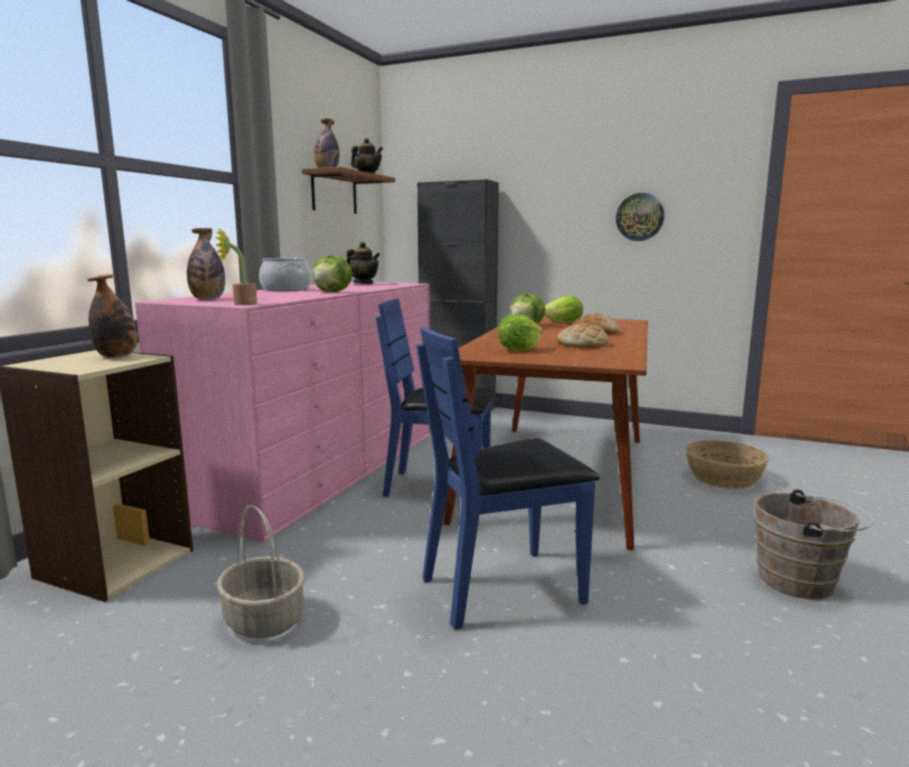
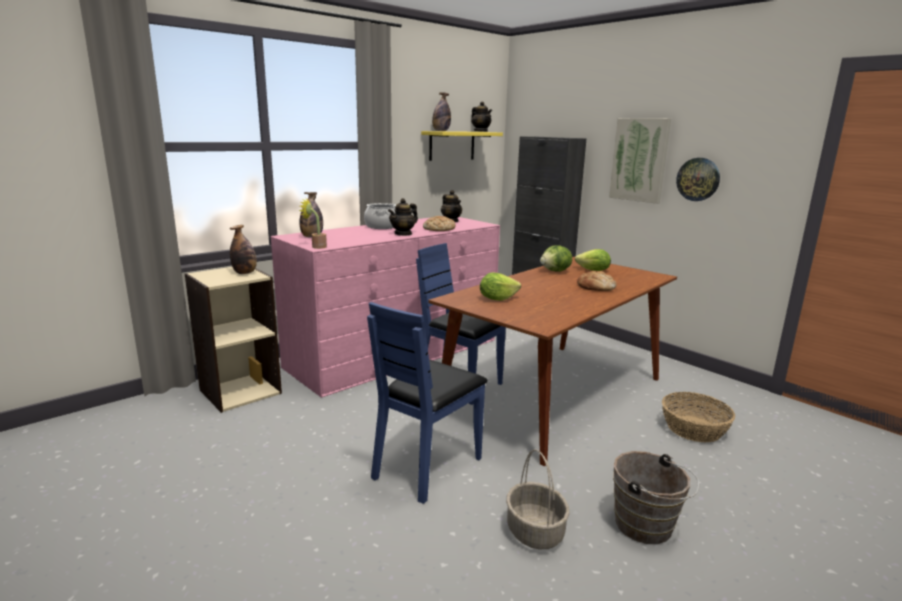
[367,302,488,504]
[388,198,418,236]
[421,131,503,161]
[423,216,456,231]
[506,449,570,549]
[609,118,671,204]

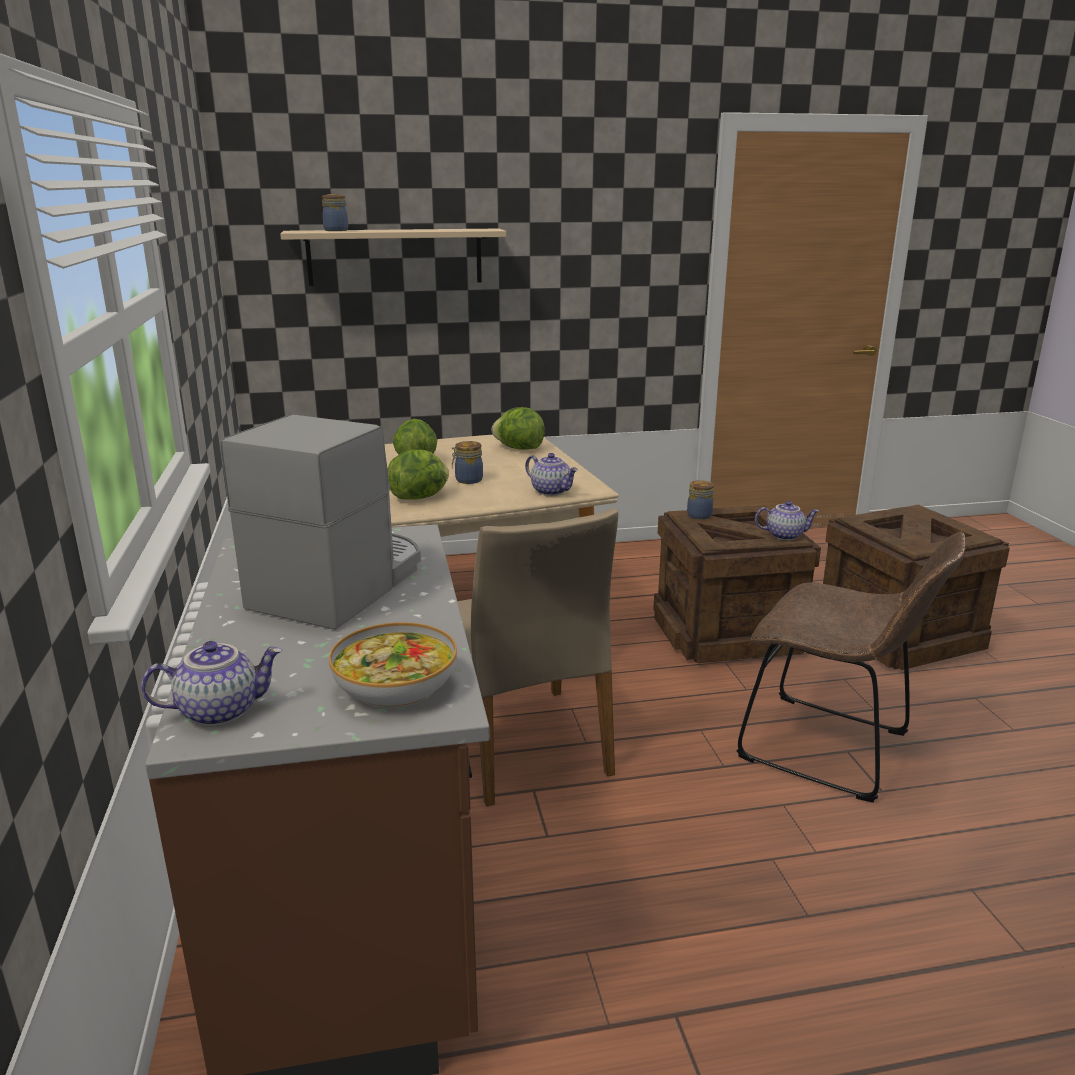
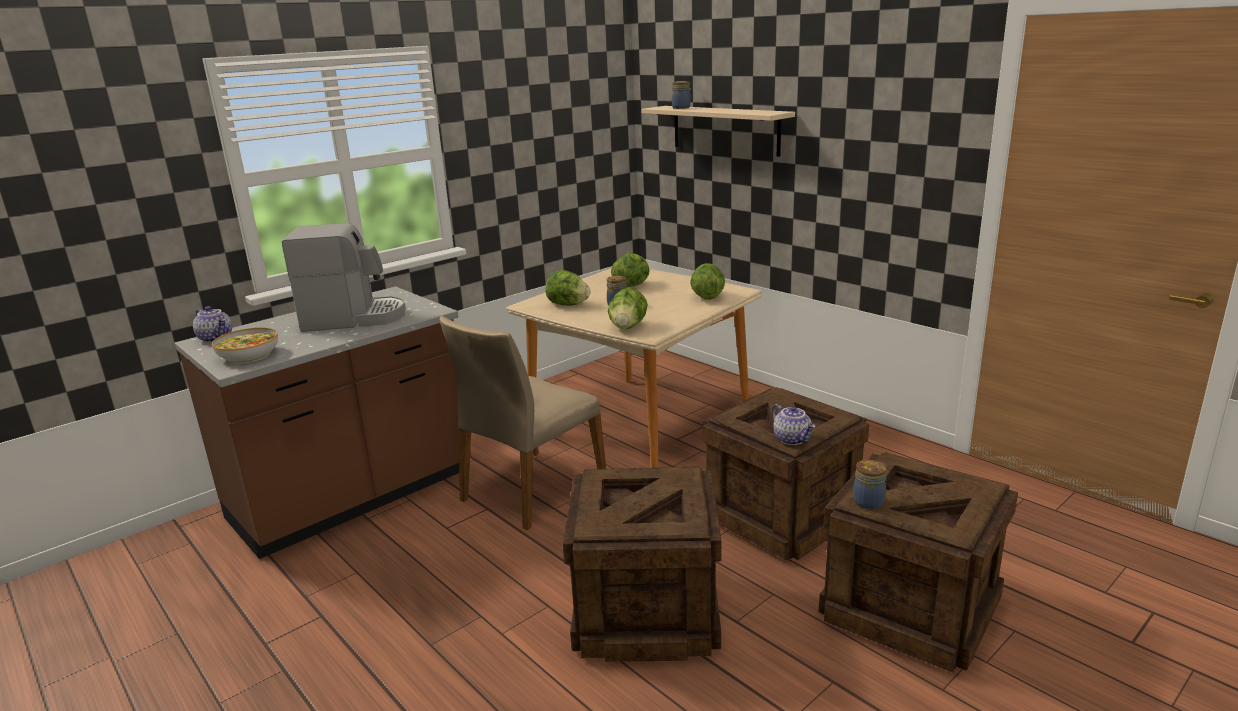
[563,466,721,662]
[608,288,648,330]
[853,460,887,510]

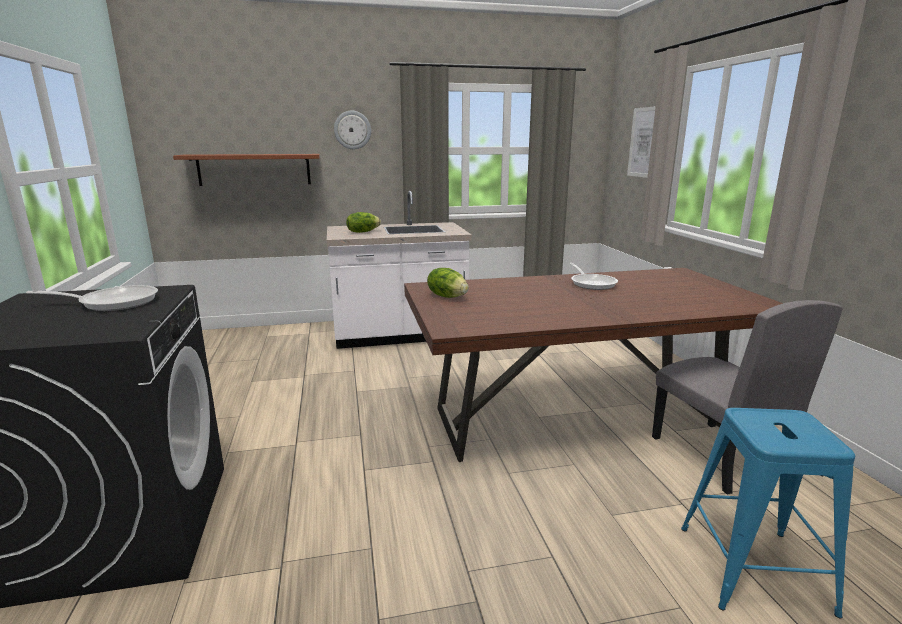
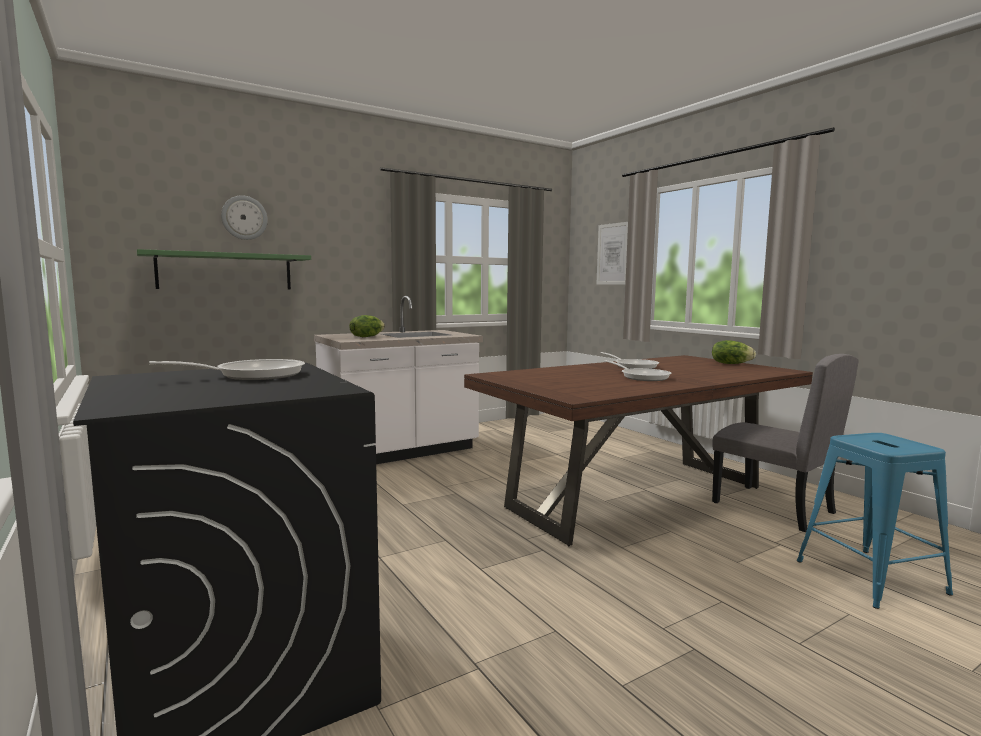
[137,249,311,289]
[221,195,268,240]
[605,360,671,381]
[712,340,756,364]

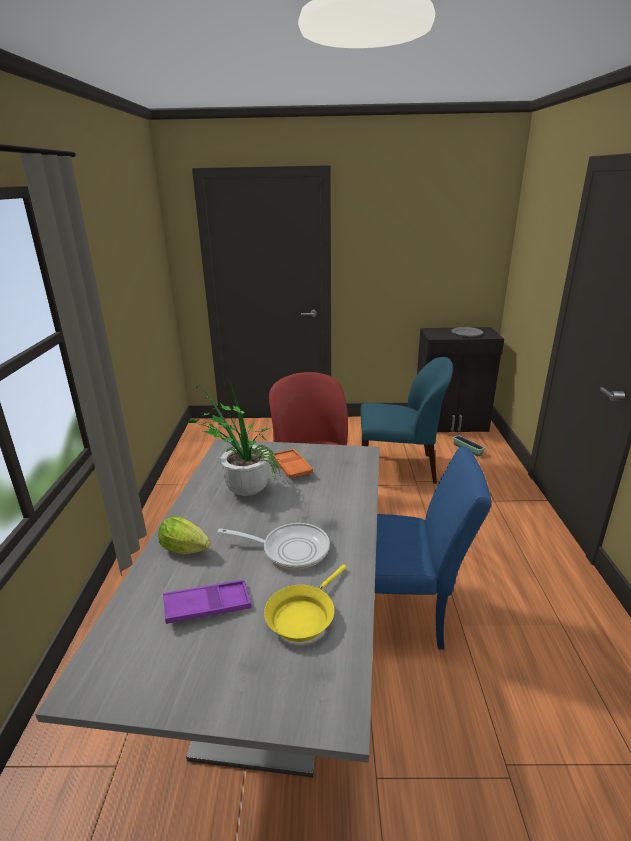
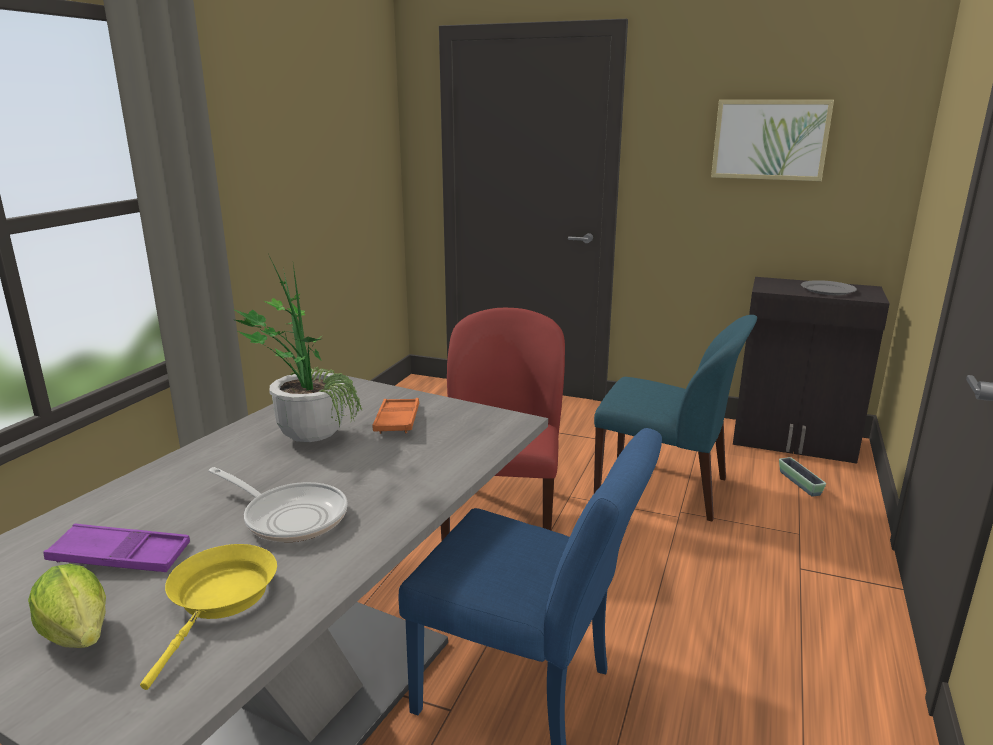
[28,564,106,648]
[140,544,277,690]
[711,100,834,181]

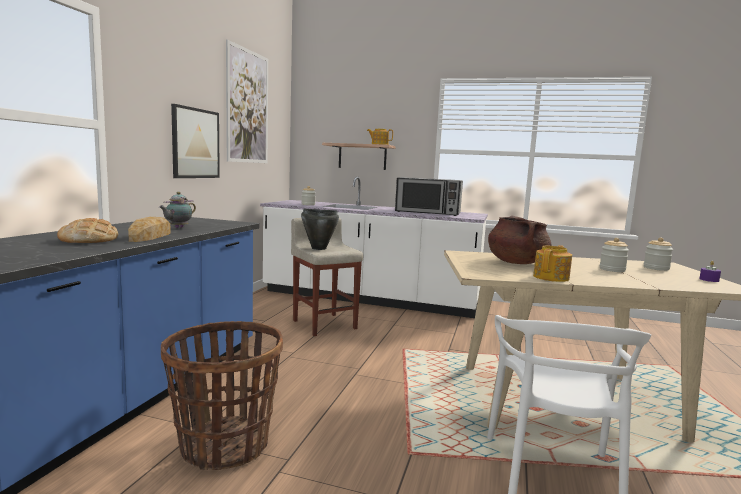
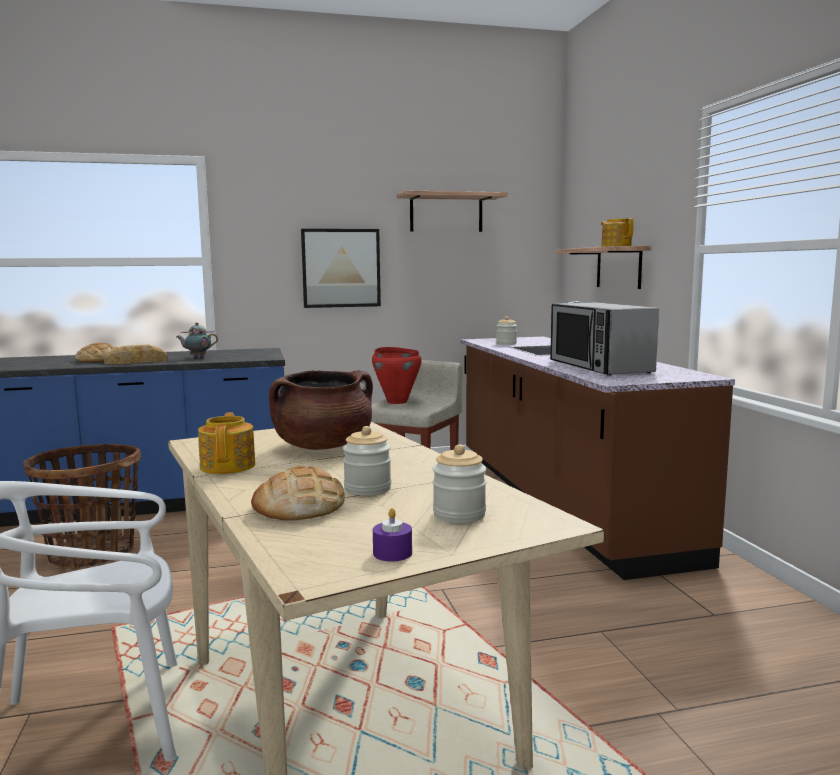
[198,412,255,474]
[251,466,345,521]
[372,347,422,404]
[397,190,508,232]
[461,301,735,580]

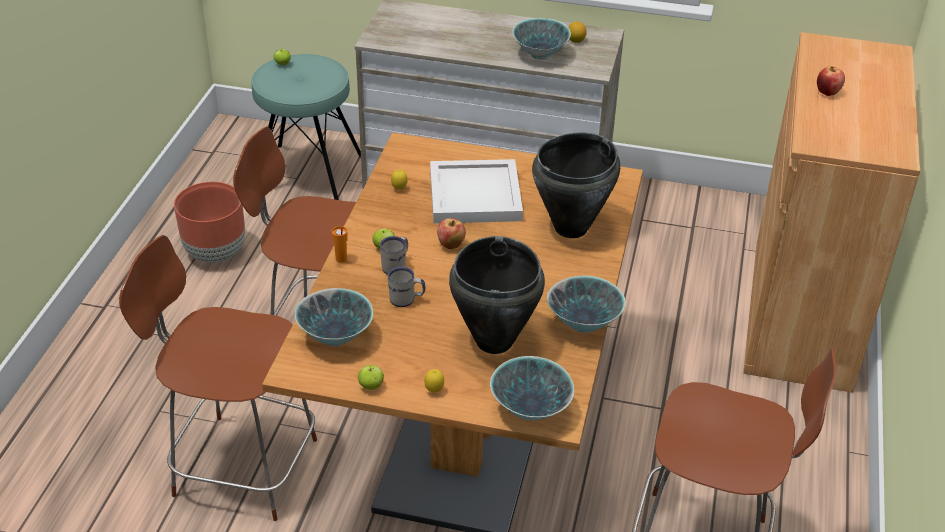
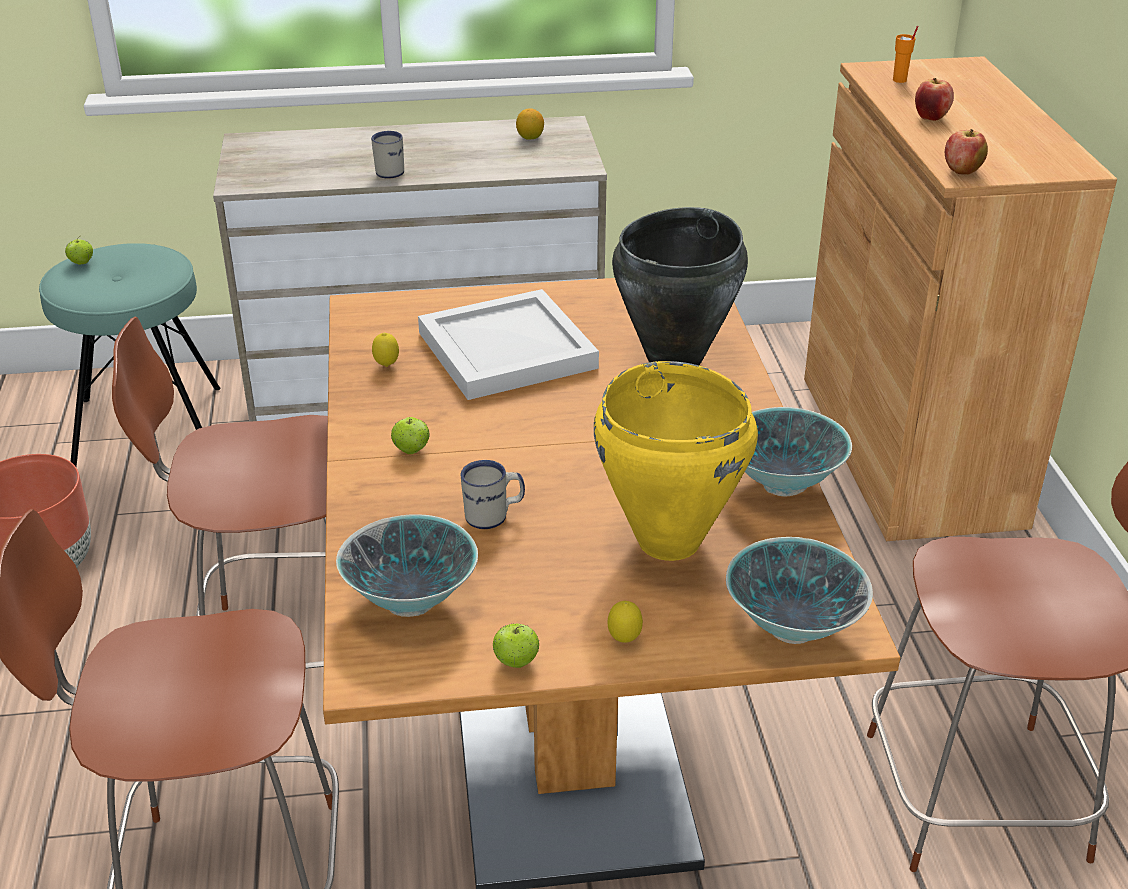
[371,131,404,179]
[594,361,758,561]
[893,26,918,83]
[945,129,988,175]
[512,18,571,60] (first image)

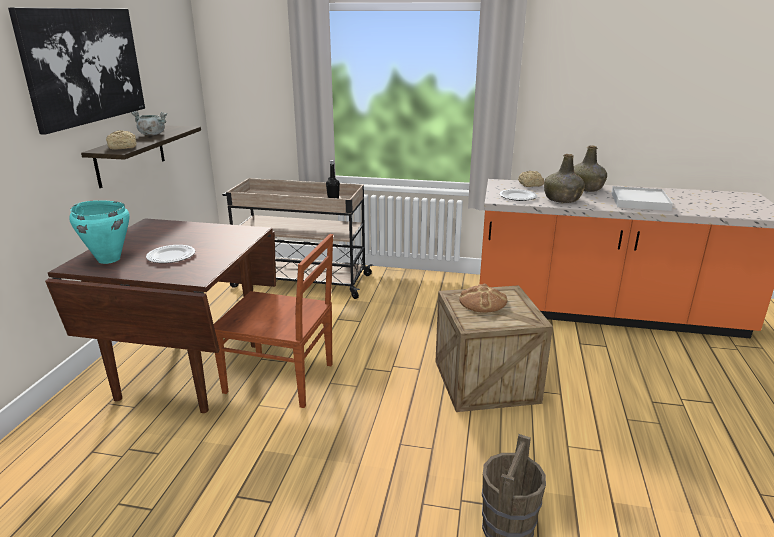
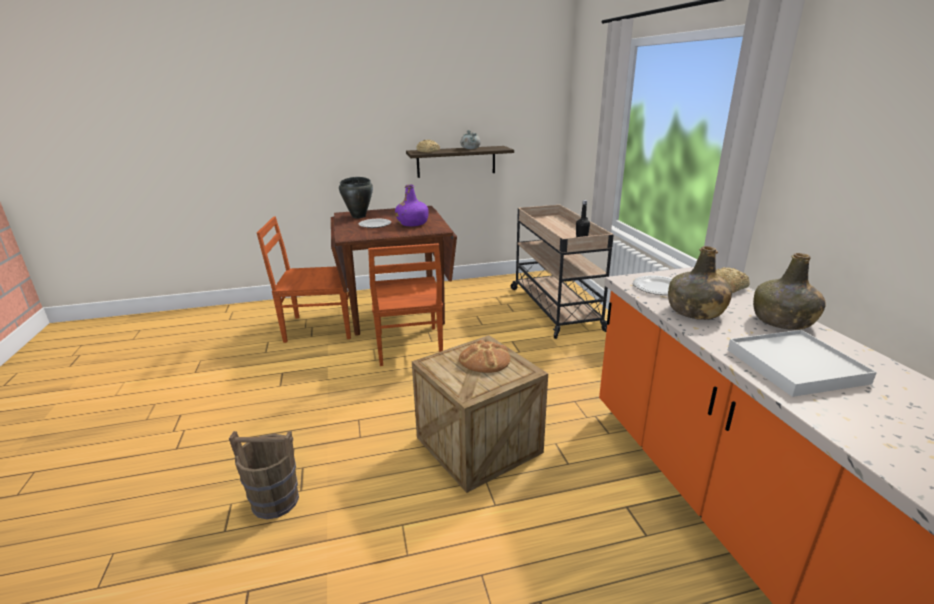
[257,216,351,343]
[339,177,373,218]
[395,184,429,226]
[8,7,145,135] (first image)

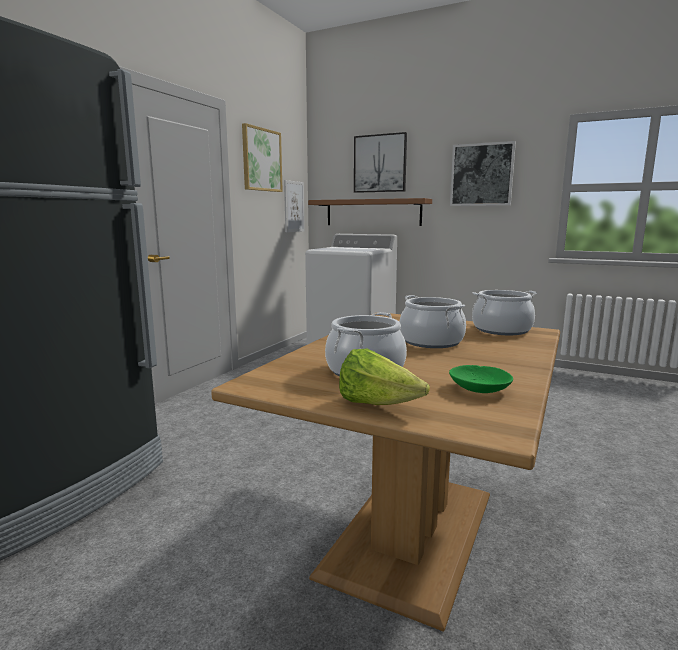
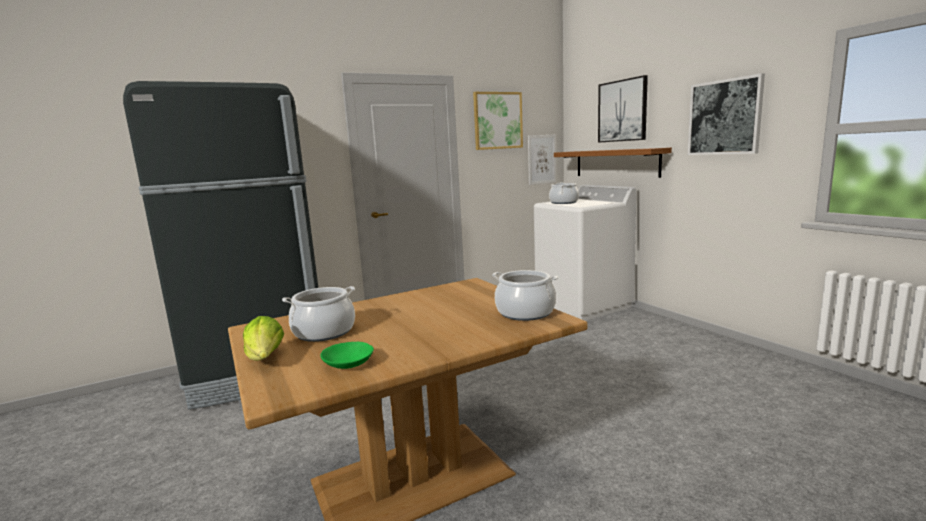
[549,183,579,204]

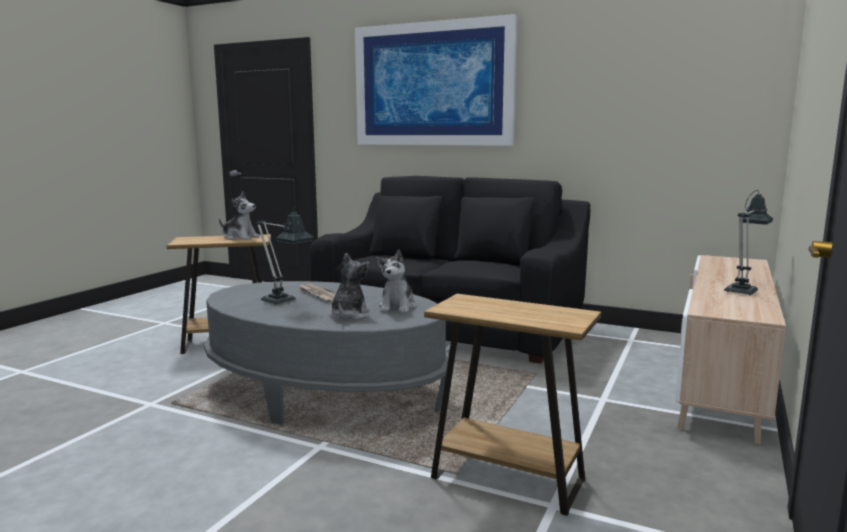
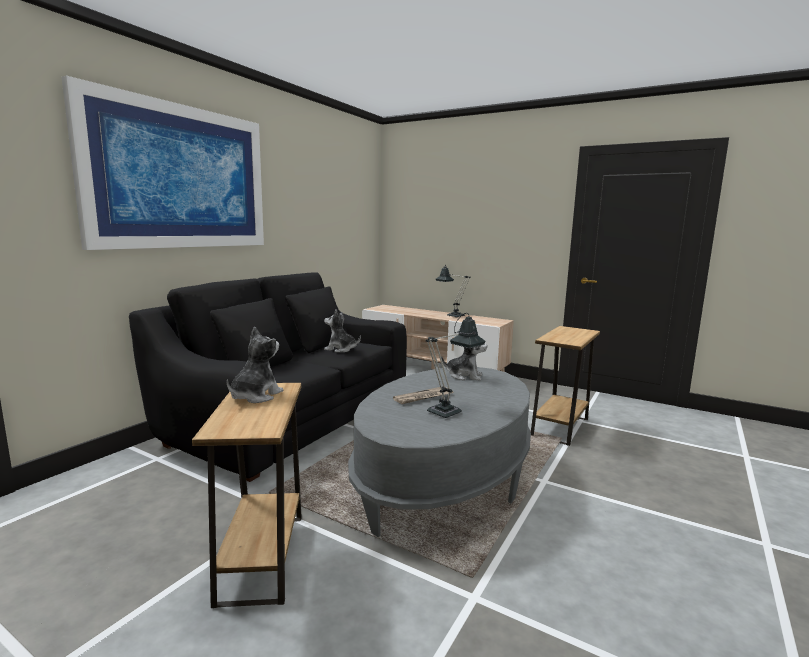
[324,309,361,352]

